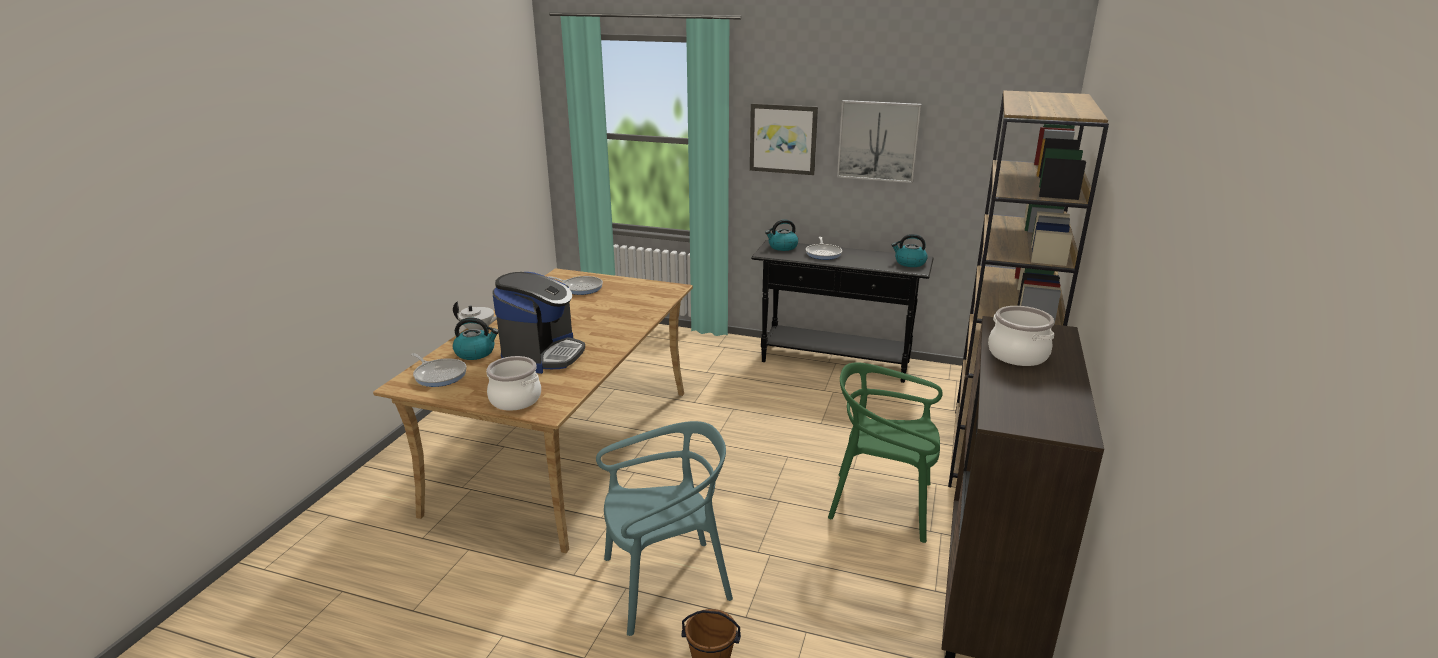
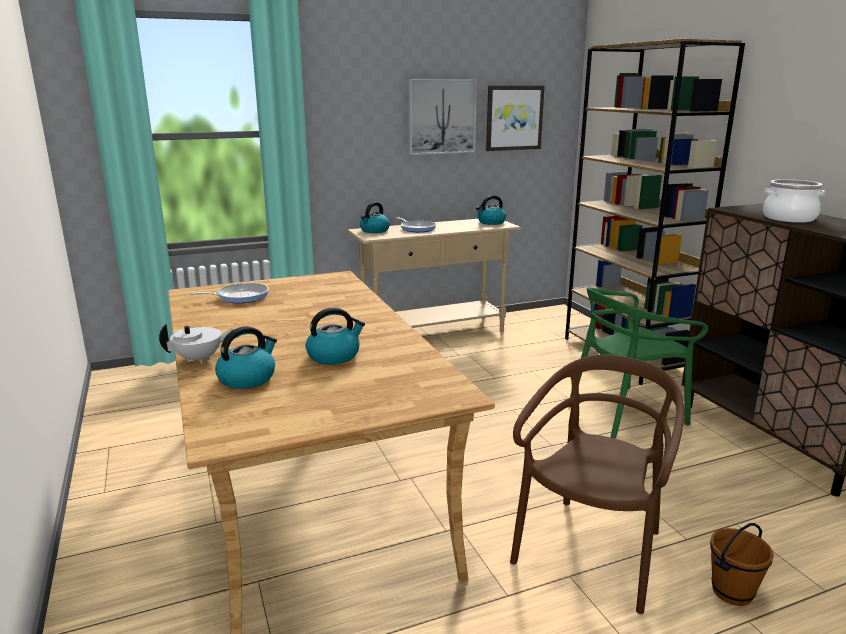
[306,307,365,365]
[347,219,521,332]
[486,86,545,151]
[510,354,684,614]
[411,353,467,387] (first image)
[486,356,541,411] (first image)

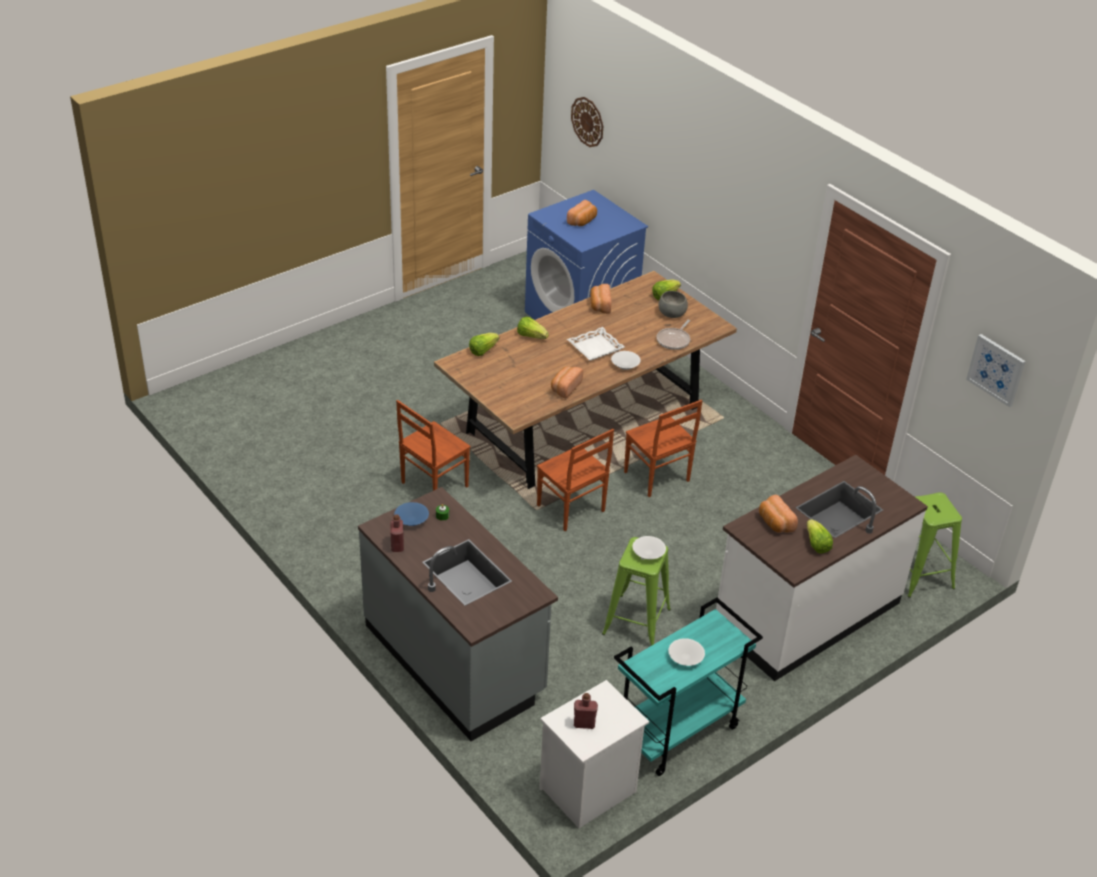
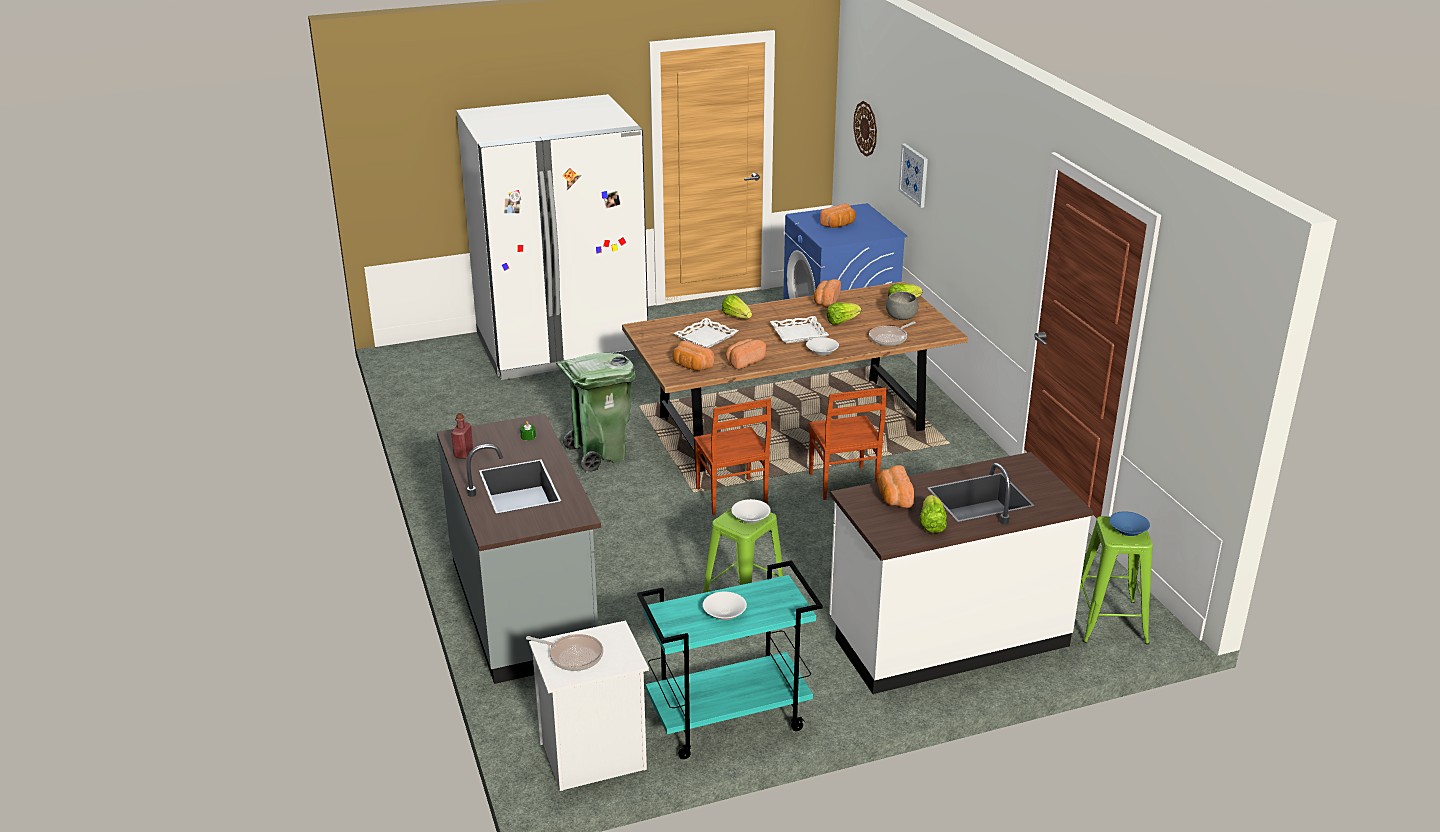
[456,94,648,380]
[526,634,603,671]
[556,353,636,473]
[673,318,738,348]
[673,341,714,371]
[826,302,861,325]
[899,144,928,208]
[1109,511,1150,536]

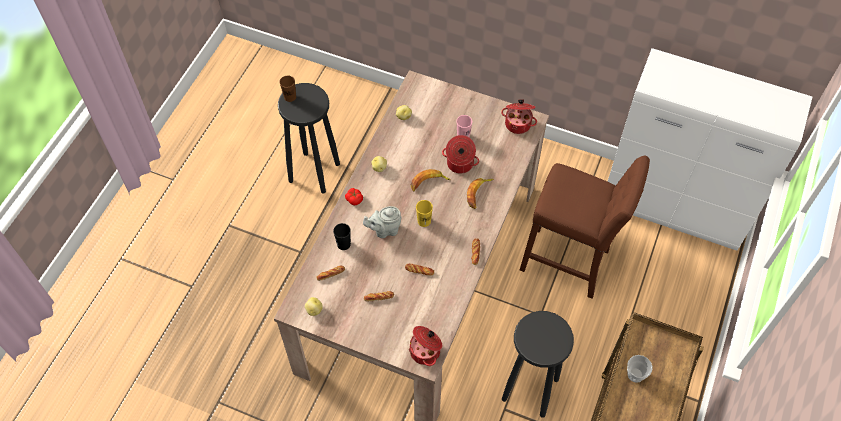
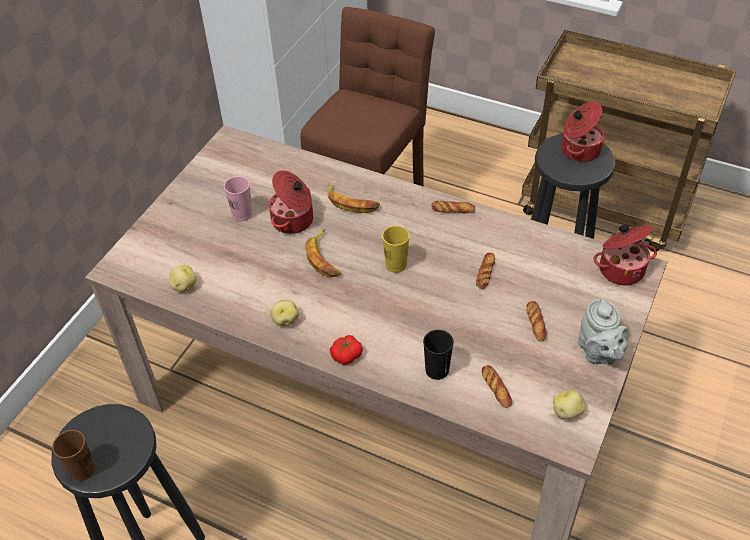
[561,102,605,162]
[578,298,629,365]
[627,355,653,383] (first image)

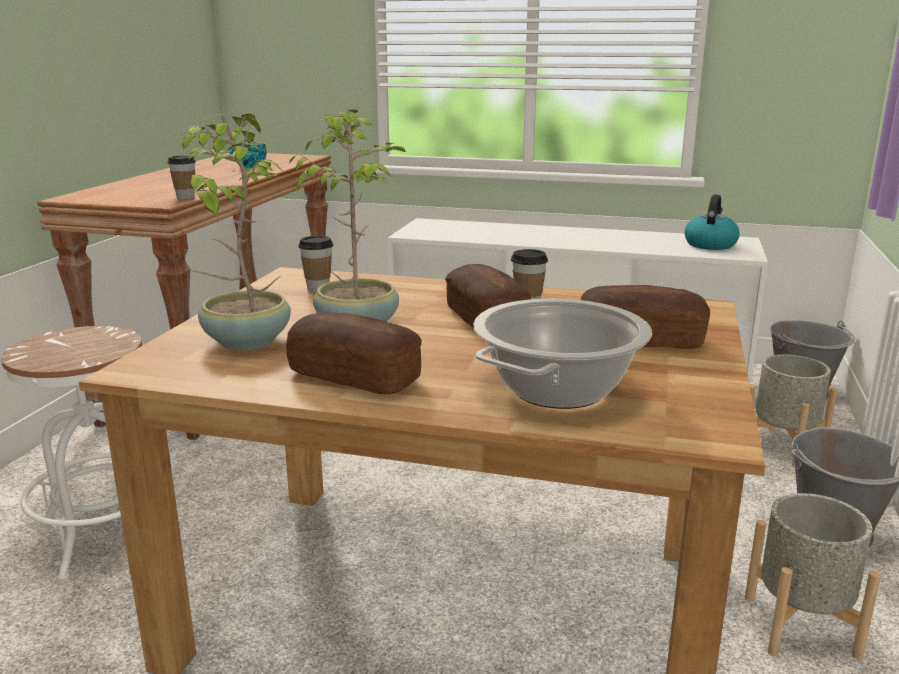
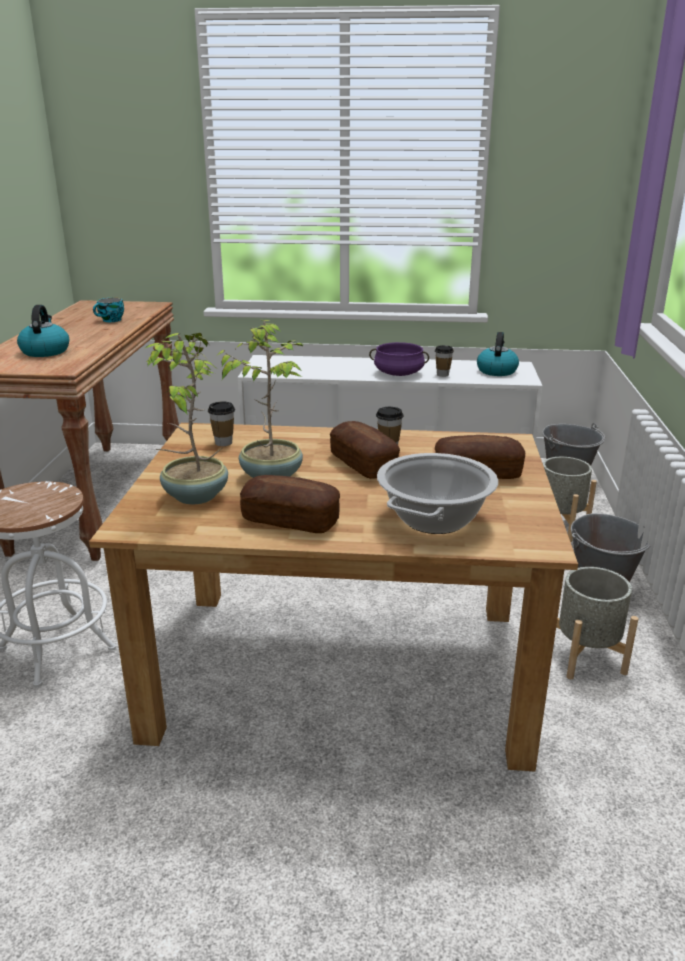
[17,305,69,357]
[369,342,429,376]
[435,345,454,377]

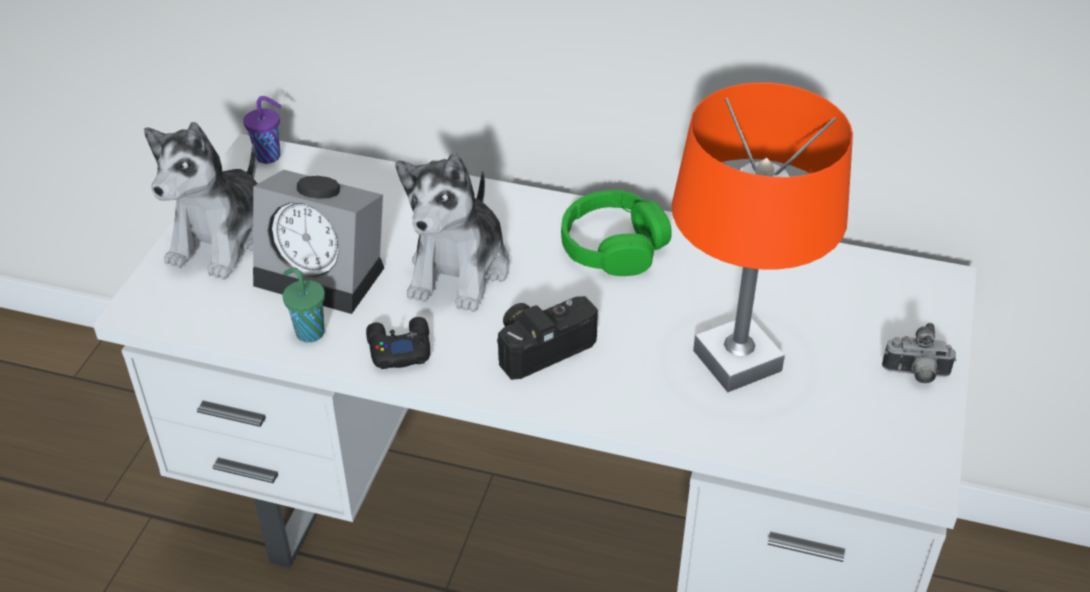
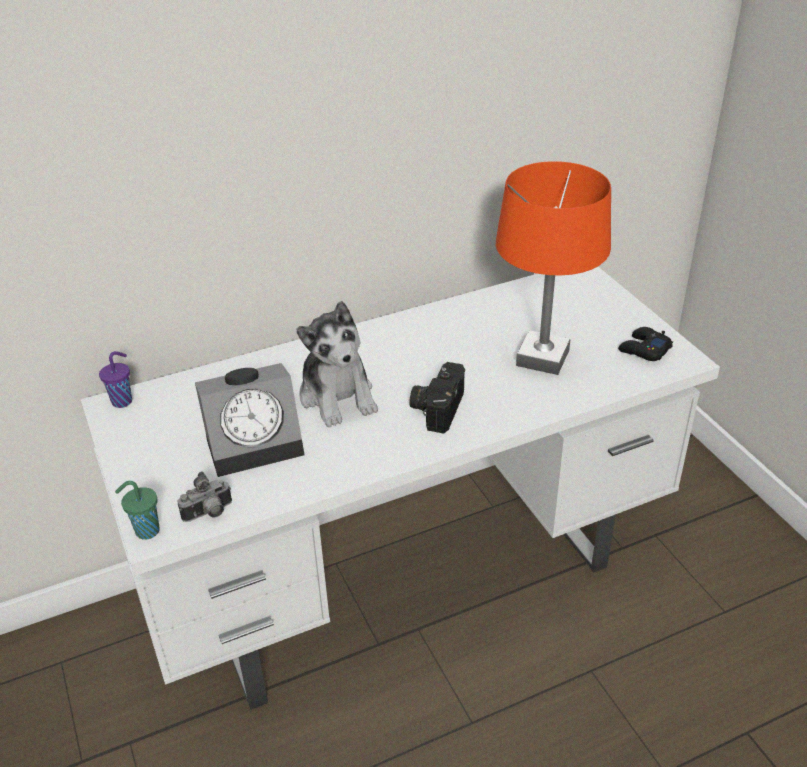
[115,481,160,539]
[177,472,232,522]
[618,327,673,361]
[144,122,258,279] (first image)
[561,190,672,276] (first image)

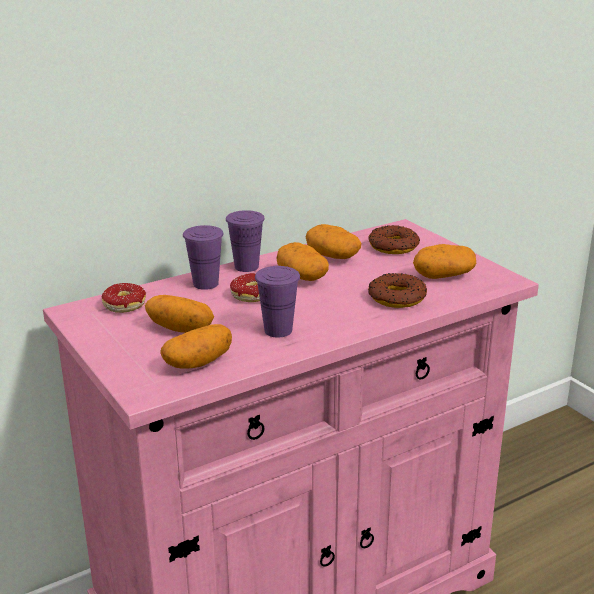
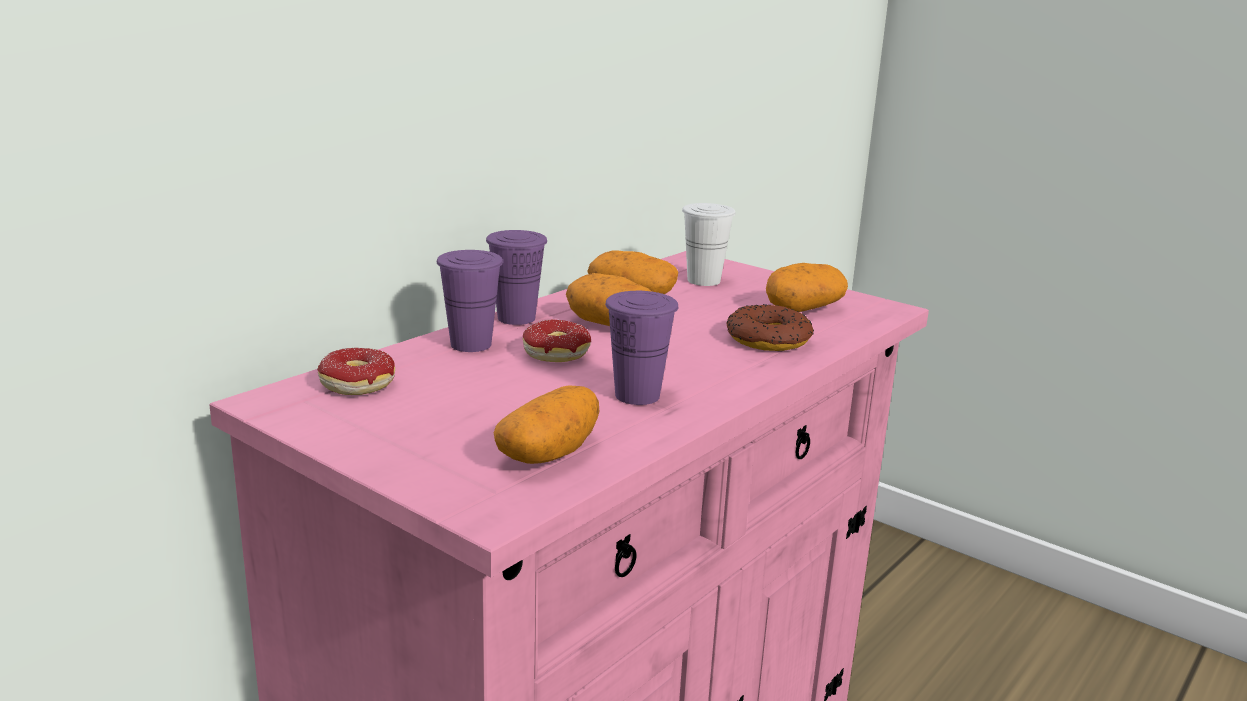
[682,203,736,286]
[145,295,214,333] (first image)

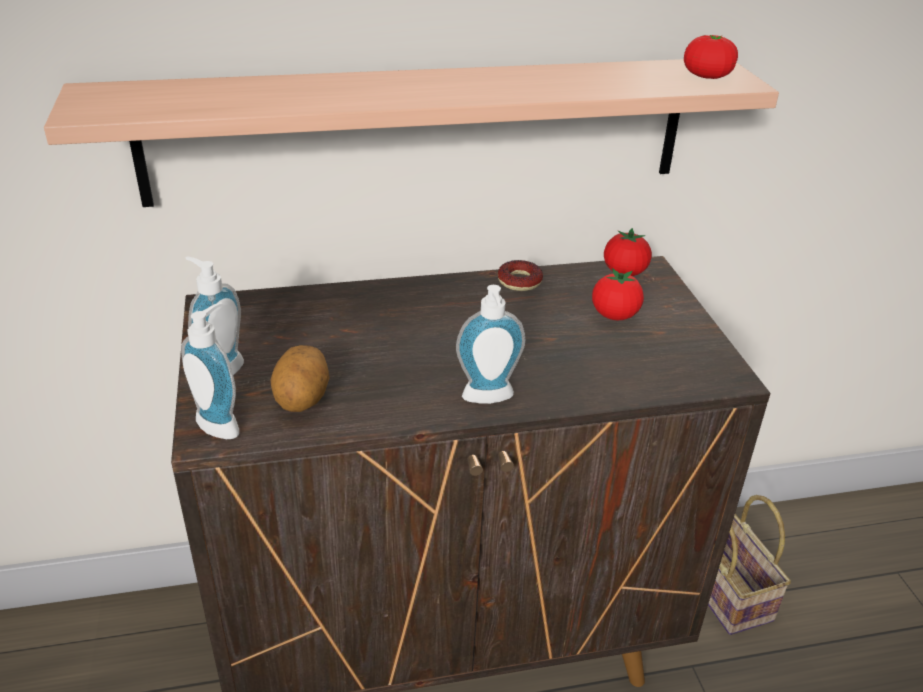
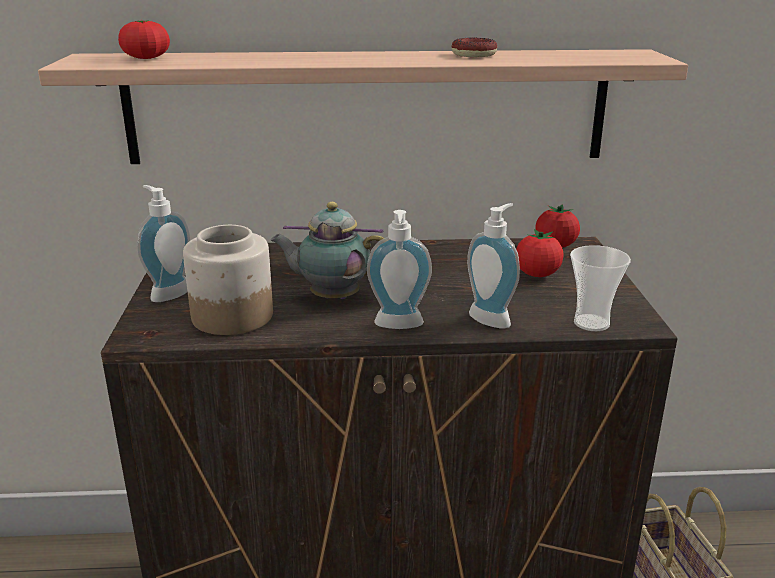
[118,20,170,59]
[183,225,273,335]
[270,202,384,299]
[452,37,497,57]
[467,203,520,328]
[570,245,631,331]

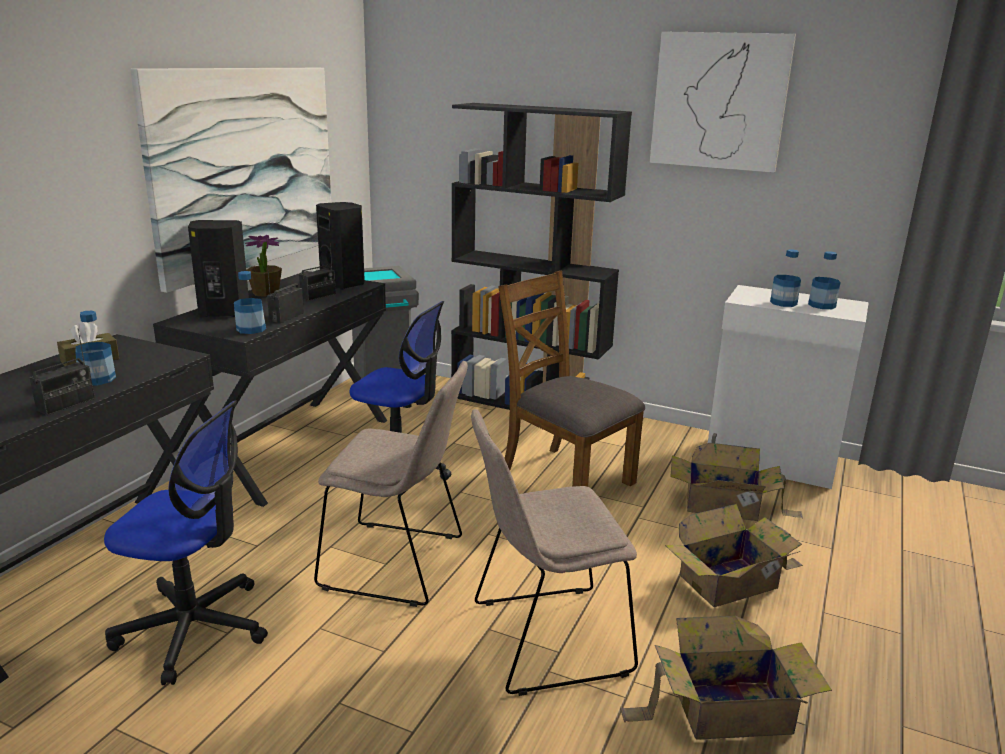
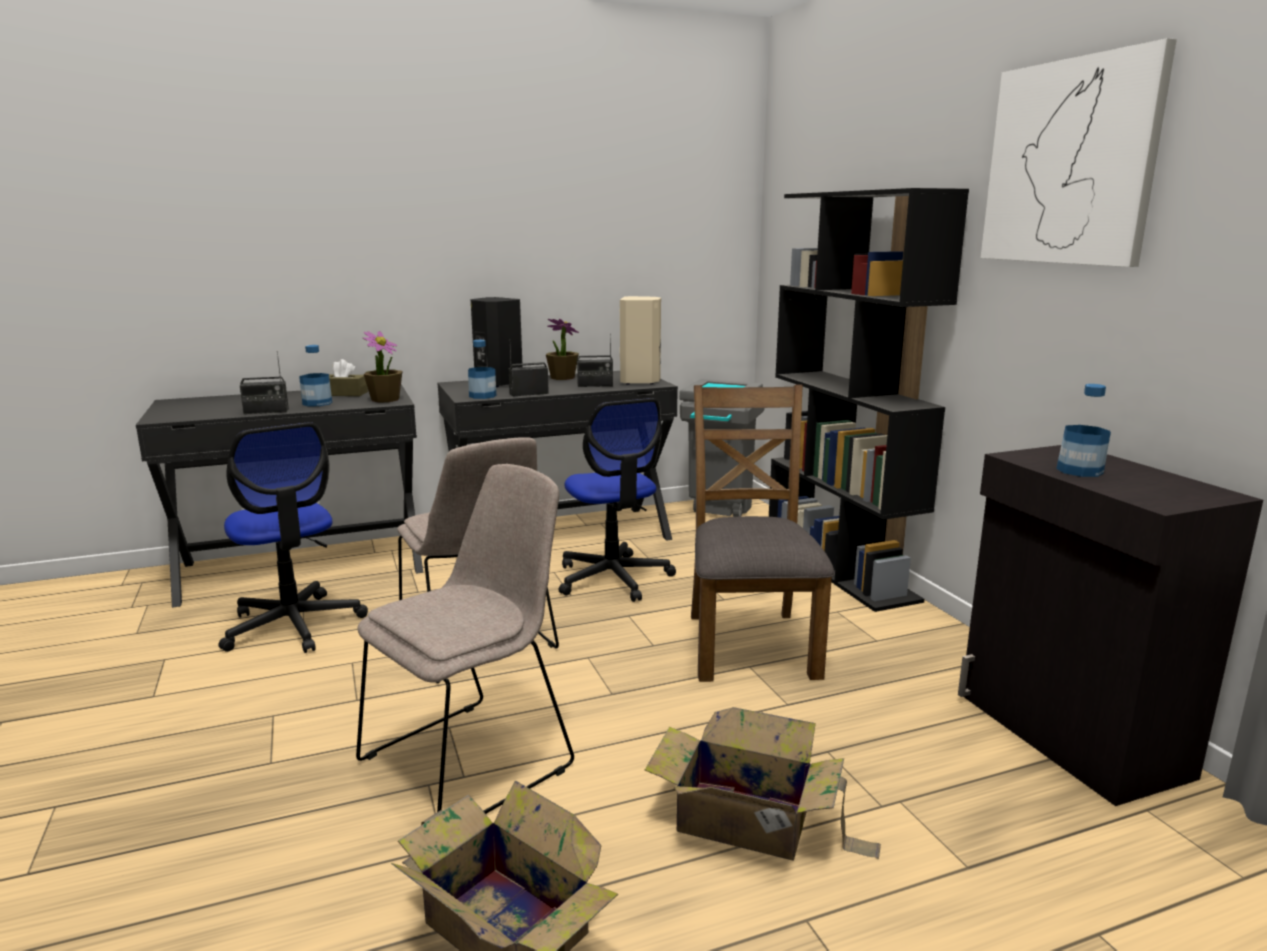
[356,464,574,814]
[362,331,402,403]
[620,296,661,385]
[958,445,1263,806]
[130,68,331,293] (first image)
[670,443,803,521] (first image)
[808,251,841,309] (first image)

